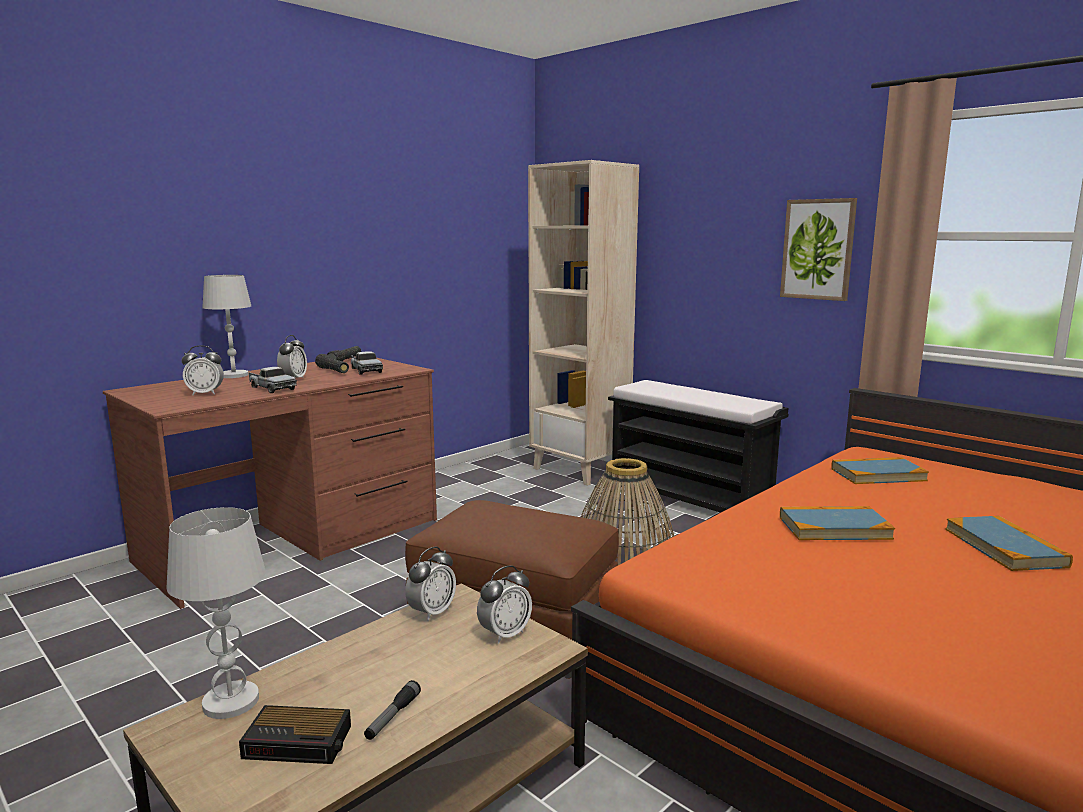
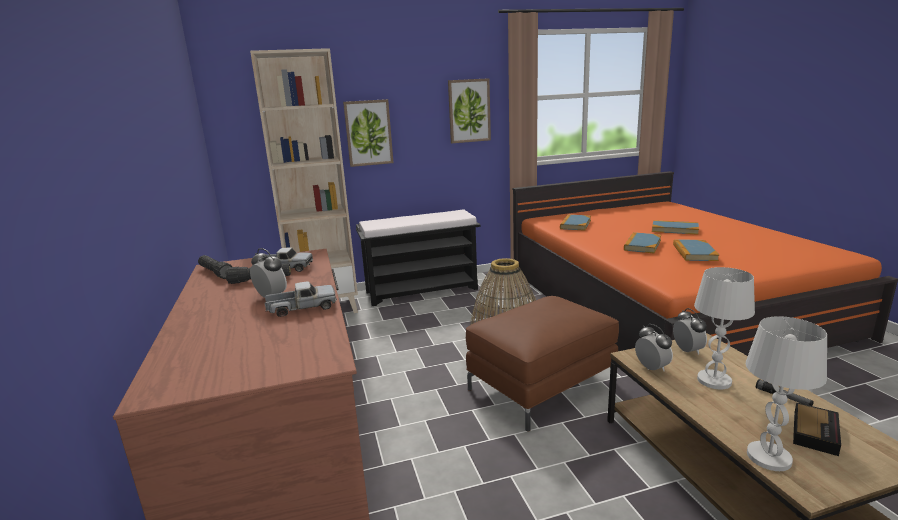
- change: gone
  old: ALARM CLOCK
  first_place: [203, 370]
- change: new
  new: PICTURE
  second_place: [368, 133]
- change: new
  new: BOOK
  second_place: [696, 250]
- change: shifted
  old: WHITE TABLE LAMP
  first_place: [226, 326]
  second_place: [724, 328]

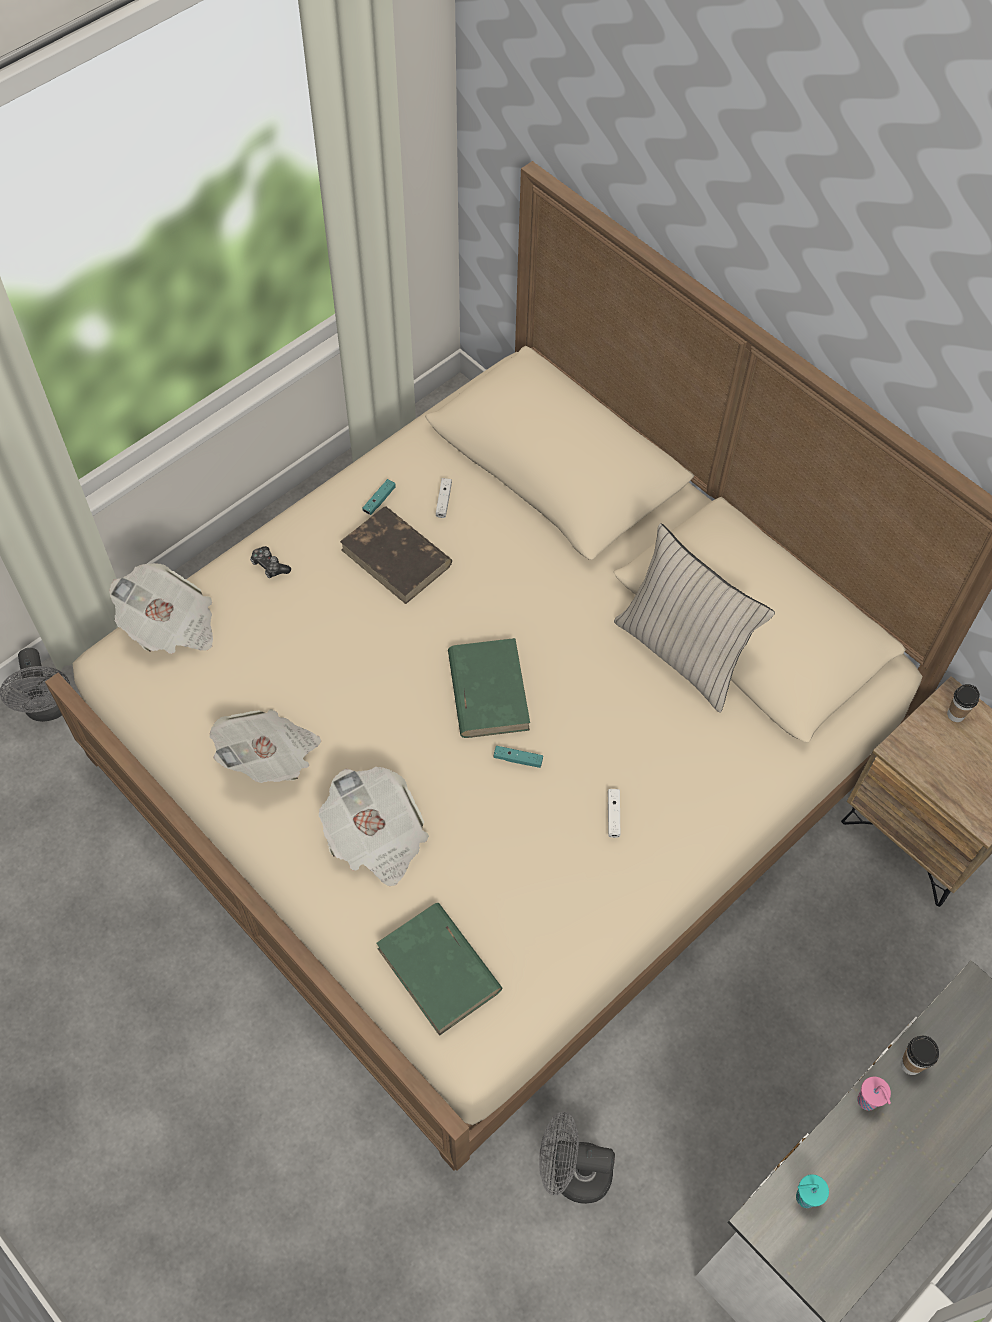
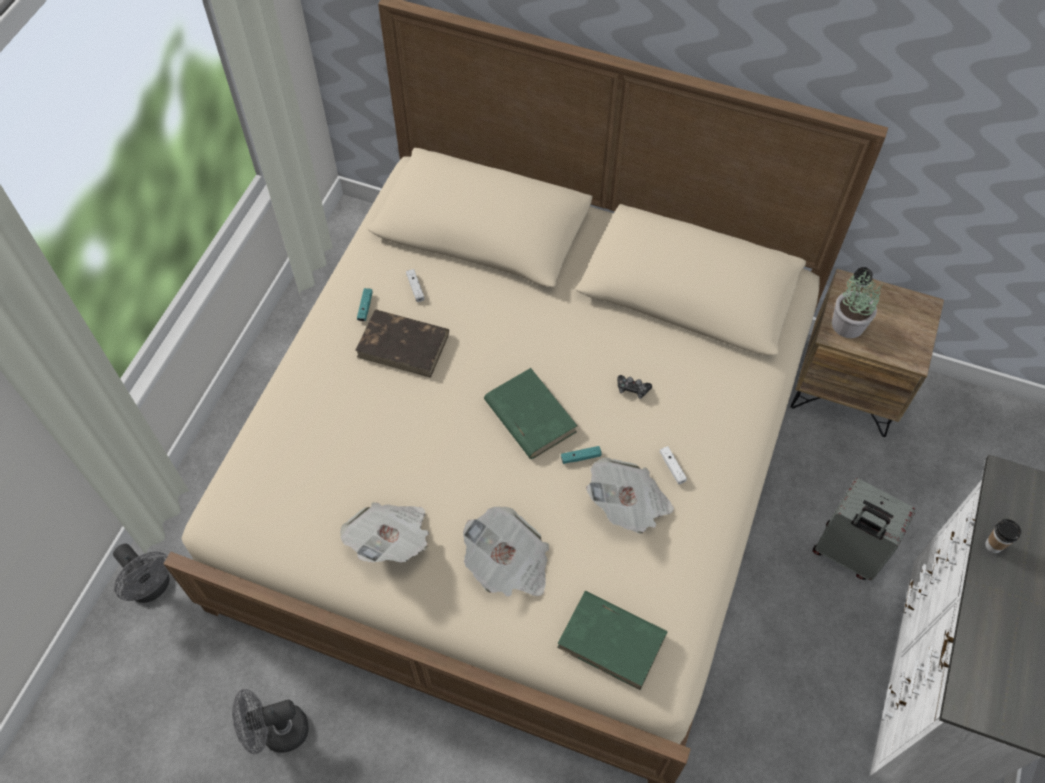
- change: gone
  old: BEIGE PILLOW
  first_place: [694, 617]
- change: gone
  old: TURQUOISE CUP
  first_place: [812, 1191]
- change: gone
  old: PINK CUP
  first_place: [874, 1094]
- change: new
  new: GREY SUITCASE
  second_place: [864, 529]
- change: new
  new: POTTED PLANT
  second_place: [857, 304]
- change: shifted
  old: NEWSPAPER
  first_place: [161, 608]
  second_place: [630, 495]
- change: shifted
  old: GAME CONTROLLER
  first_place: [270, 562]
  second_place: [634, 387]
- change: shifted
  old: GREY FAN
  first_place: [577, 1158]
  second_place: [270, 721]

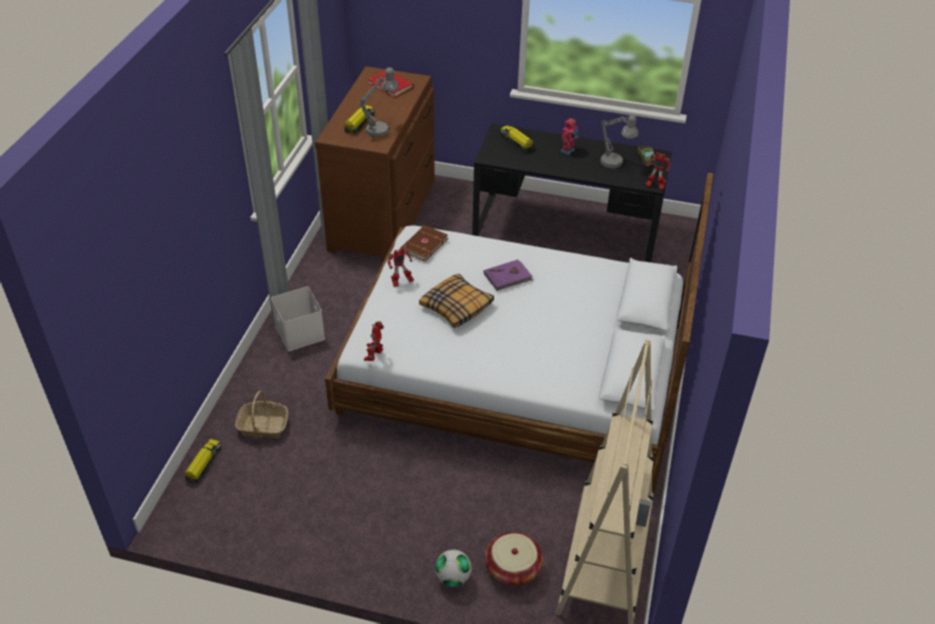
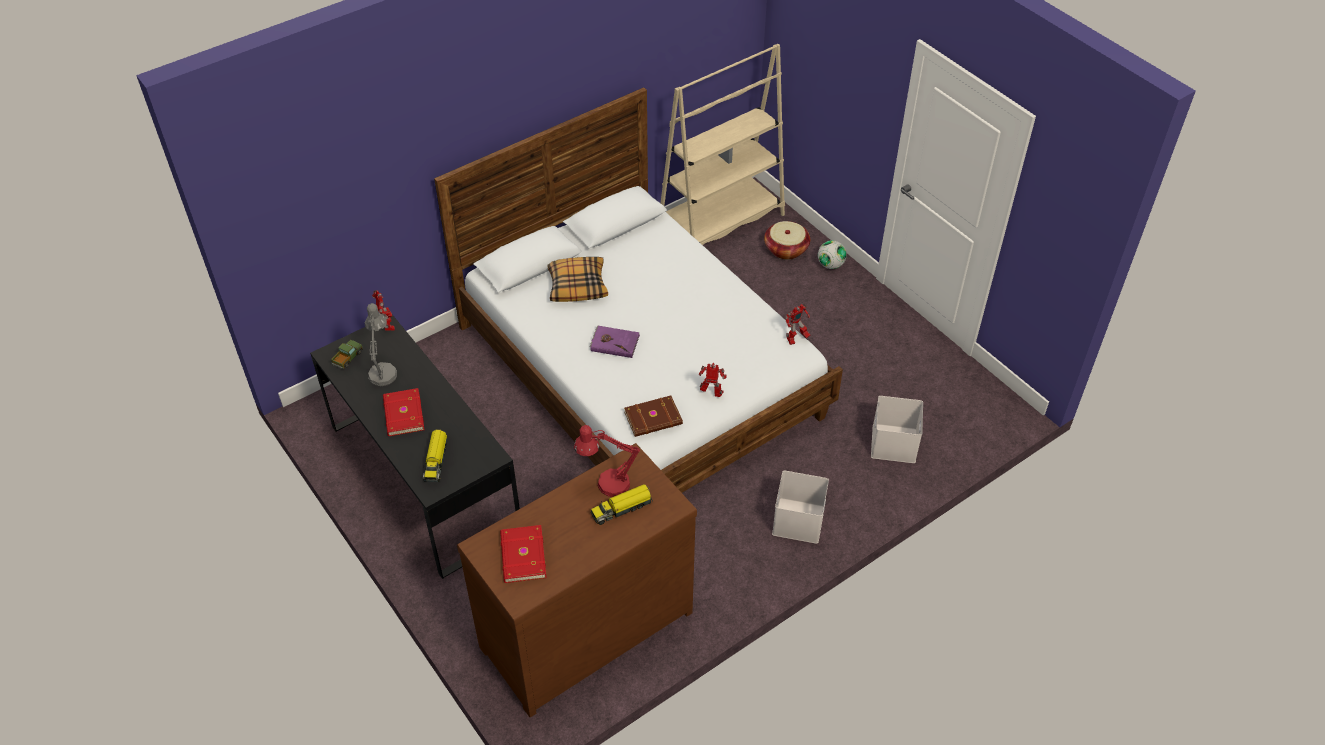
- change: gone
  old: TOY TRUCK
  first_place: [202, 461]
- change: shifted
  old: PILLOW
  first_place: [456, 301]
  second_place: [578, 279]
- change: swapped
  old: BASKET
  new: WHITE STORAGE BOX
  first_place: [261, 414]
  second_place: [897, 429]
- change: swapped
  old: TOY ROBOT
  new: RED BOOK
  first_place: [570, 136]
  second_place: [403, 412]
- change: repainted
  old: GREY TABLE LAMP
  new: RED TABLE LAMP
  first_place: [379, 102]
  second_place: [607, 461]

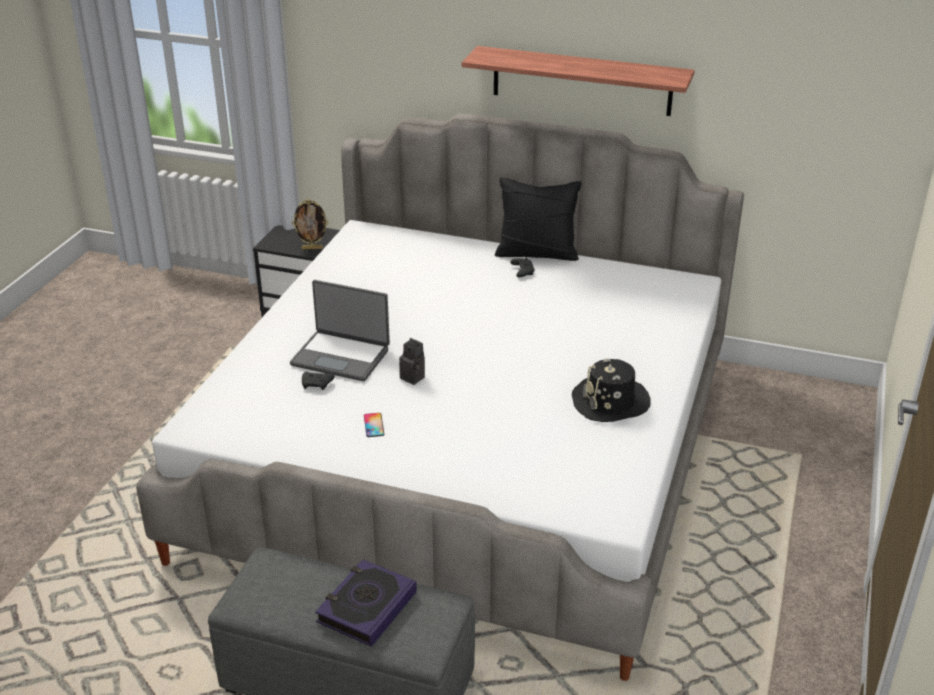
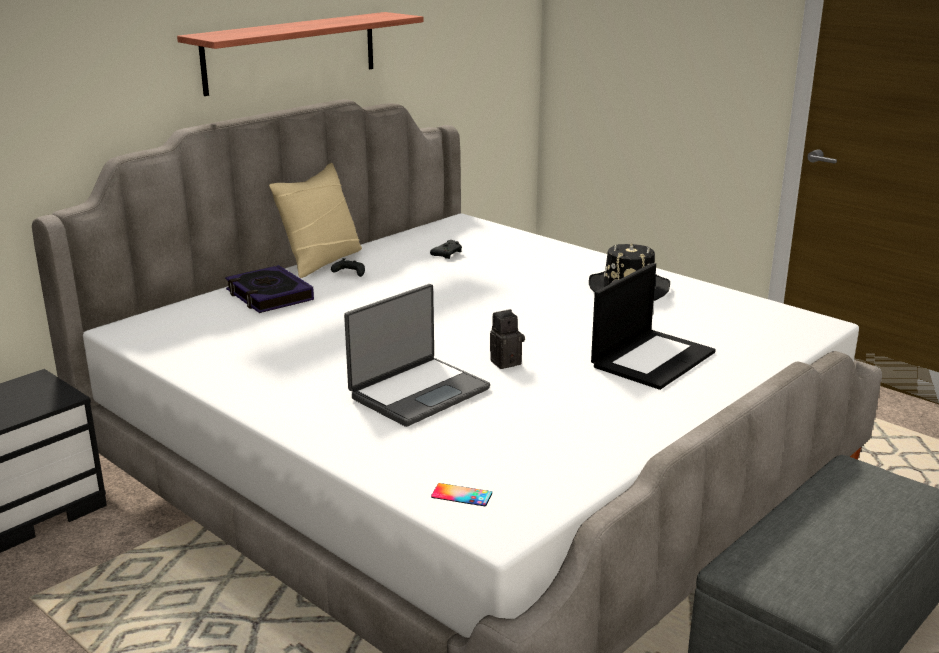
- change: gone
  old: PICTURE FRAME
  first_place: [310, 224]
- change: new
  new: LAPTOP
  second_place: [653, 326]
- change: shifted
  old: BLACK GAME CONTROLLER
  first_place: [318, 381]
  second_place: [446, 249]
- change: shifted
  old: BOOK
  first_place: [366, 603]
  second_place: [269, 289]
- change: shifted
  old: PHONE
  first_place: [374, 425]
  second_place: [461, 494]
- change: repainted
  old: BLACK PILLOW
  new: BEIGE PILLOW
  first_place: [538, 219]
  second_place: [315, 220]

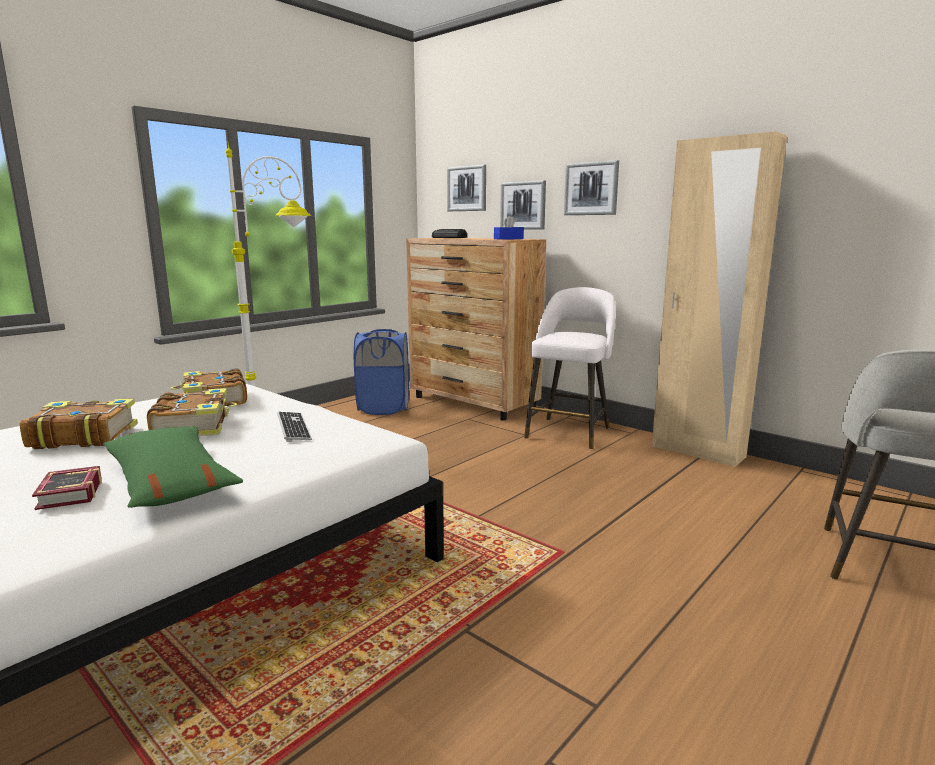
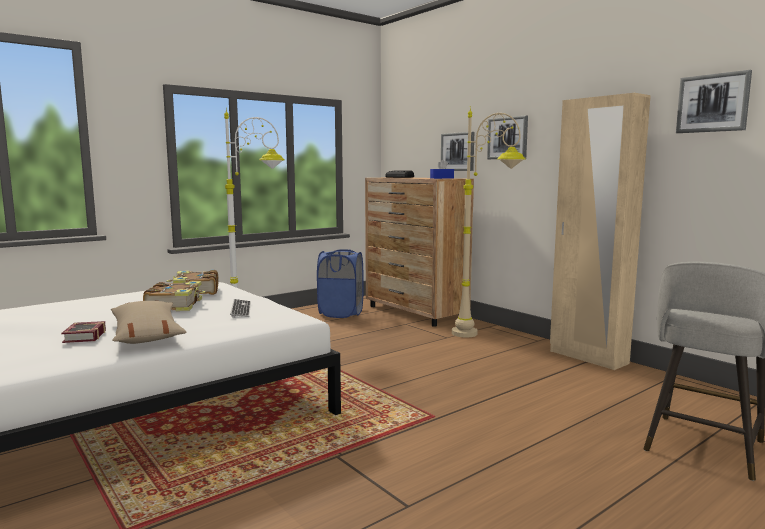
- change: gone
  old: BOOK
  first_place: [79, 424]
- change: shifted
  old: PICTURE
  first_place: [466, 188]
  second_place: [714, 101]
- change: swapped
  old: WHITE STOOL
  new: BEIGE FLOOR LAMP
  first_place: [569, 368]
  second_place: [489, 222]
- change: repainted
  old: GREEN PILLOW
  new: BEIGE PILLOW
  first_place: [173, 467]
  second_place: [148, 322]

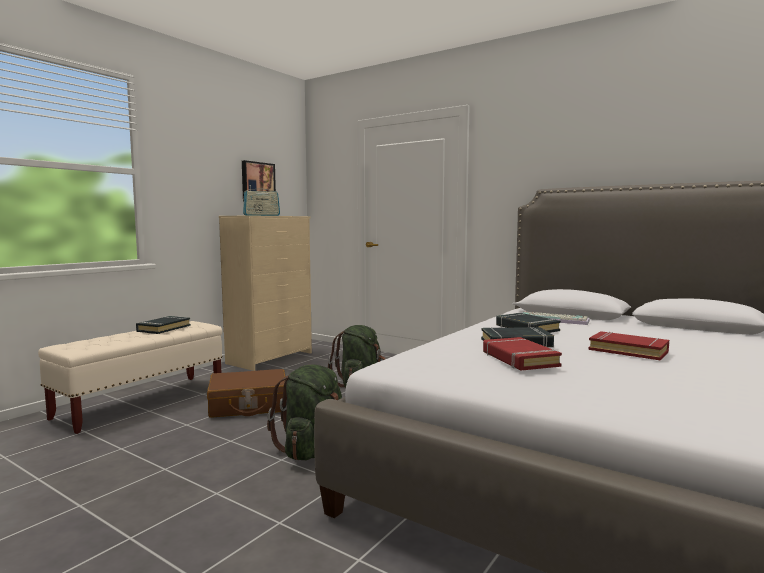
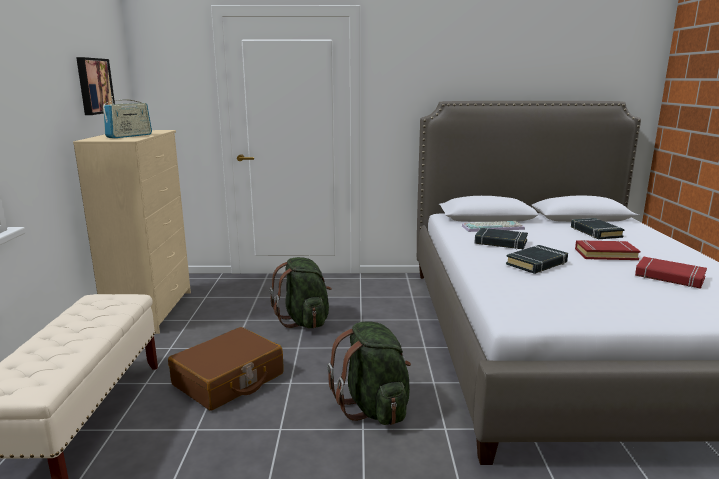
- change: shifted
  old: BLACK BOOK
  first_place: [163, 325]
  second_place: [598, 228]
- change: shifted
  old: RED BOOK
  first_place: [522, 353]
  second_place: [671, 273]

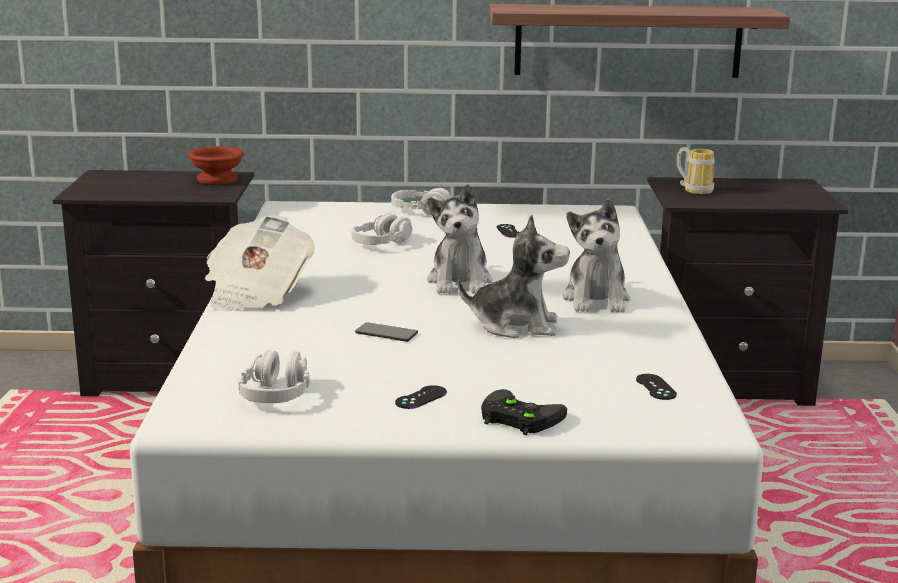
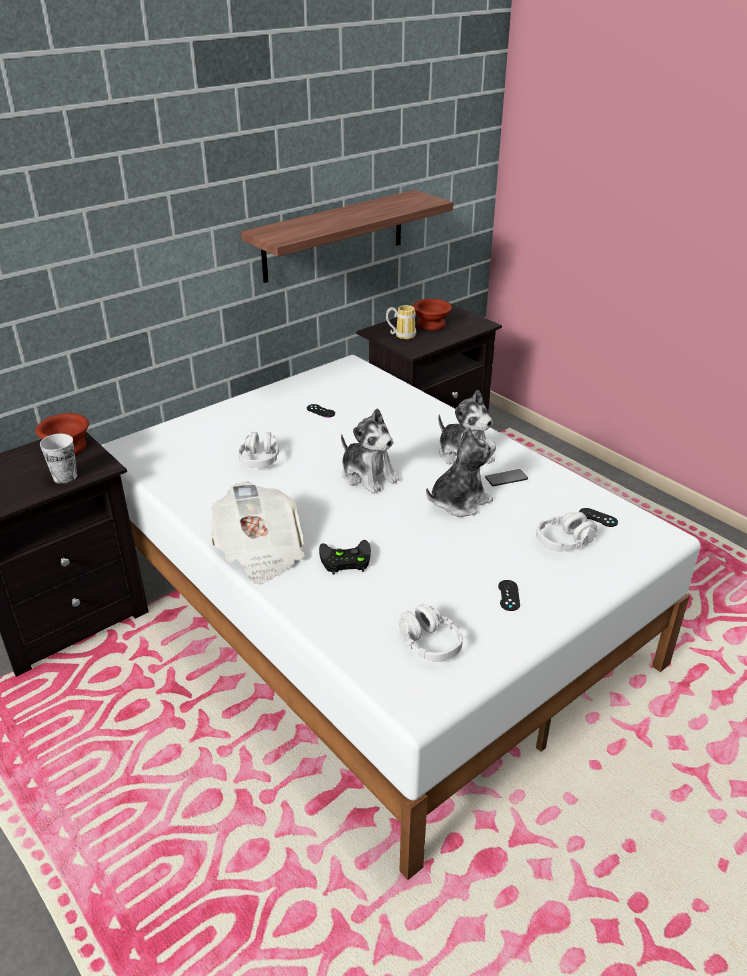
- change: new
  new: CUP
  second_place: [58, 459]
- change: new
  new: BROWN BOWL
  second_place: [432, 314]
- change: shifted
  old: PHONE
  first_place: [386, 332]
  second_place: [506, 477]
- change: shifted
  old: GREY HEADPHONES
  first_place: [421, 201]
  second_place: [566, 531]
- change: shifted
  old: BLACK GAME CONTROLLER
  first_place: [524, 412]
  second_place: [345, 557]

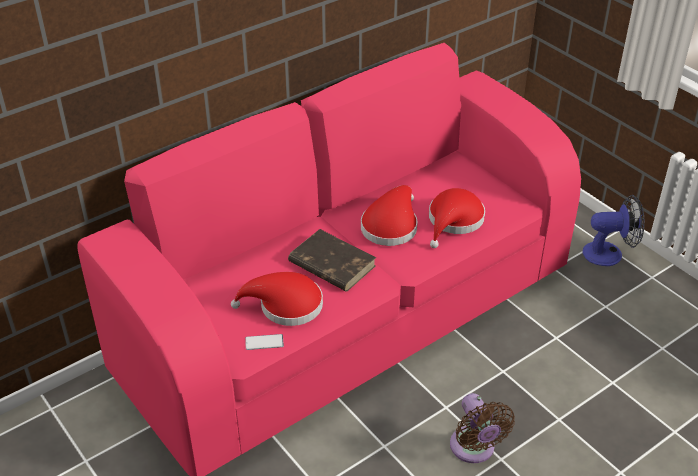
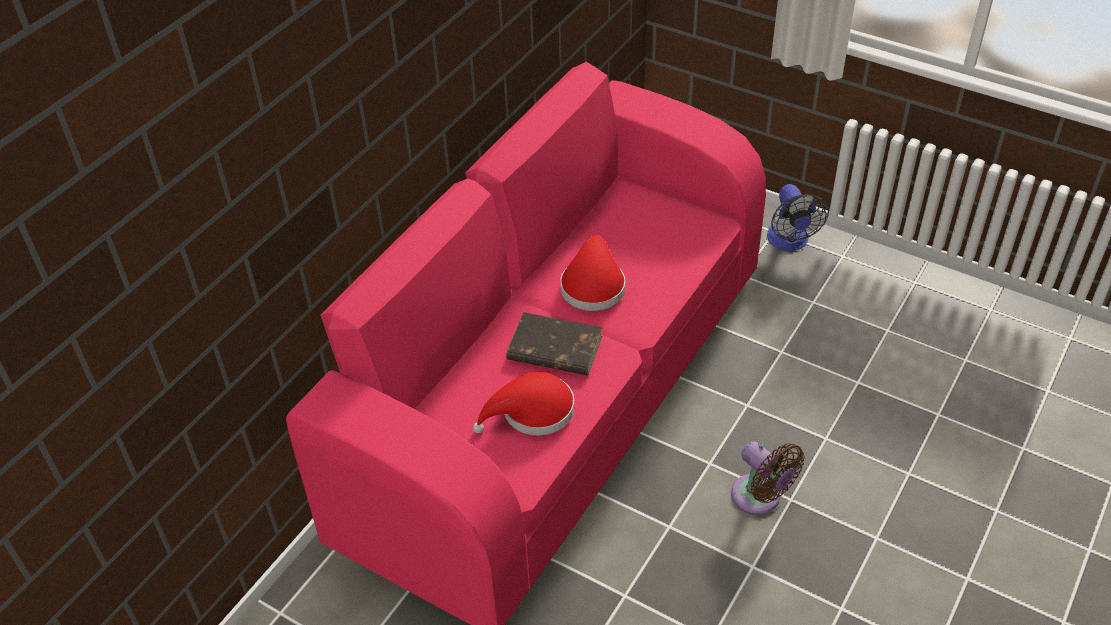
- change: gone
  old: PHONE
  first_place: [264, 342]
- change: gone
  old: RED HAT
  first_place: [457, 218]
- change: rotated
  old: FAN
  first_place: [614, 230]
  second_place: [798, 217]
  degrees: 105

